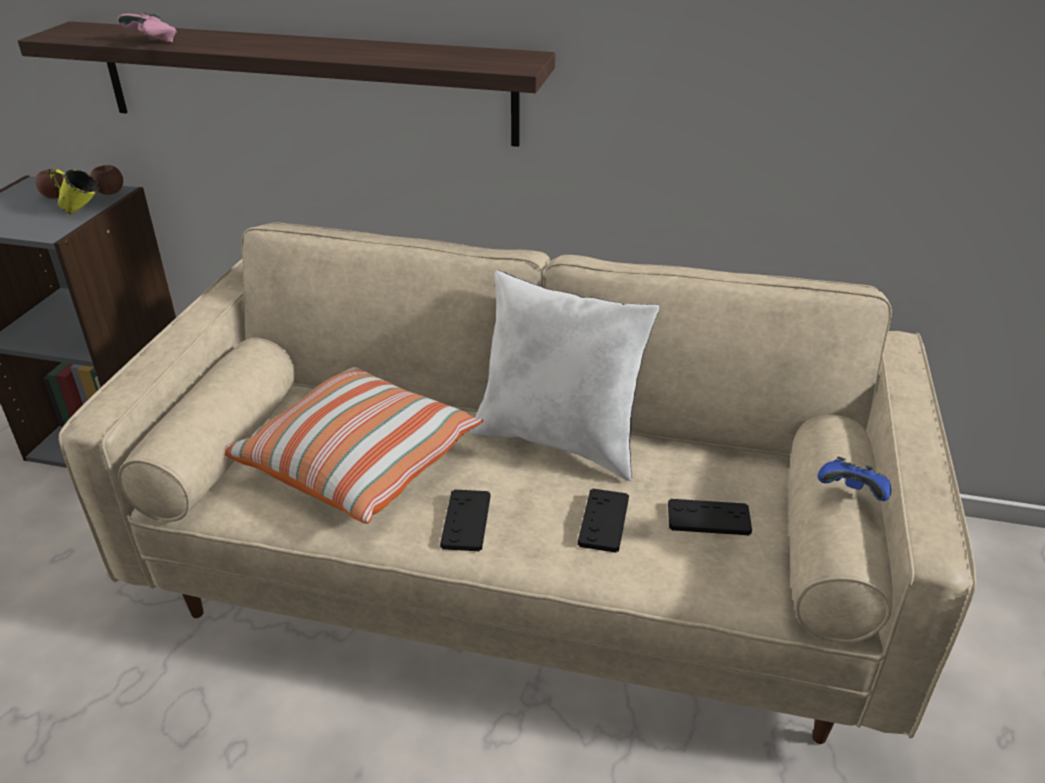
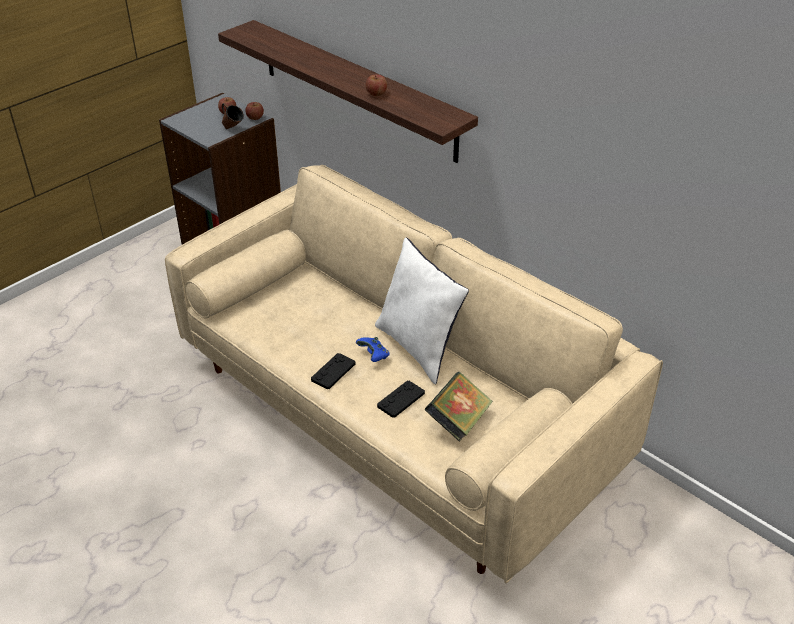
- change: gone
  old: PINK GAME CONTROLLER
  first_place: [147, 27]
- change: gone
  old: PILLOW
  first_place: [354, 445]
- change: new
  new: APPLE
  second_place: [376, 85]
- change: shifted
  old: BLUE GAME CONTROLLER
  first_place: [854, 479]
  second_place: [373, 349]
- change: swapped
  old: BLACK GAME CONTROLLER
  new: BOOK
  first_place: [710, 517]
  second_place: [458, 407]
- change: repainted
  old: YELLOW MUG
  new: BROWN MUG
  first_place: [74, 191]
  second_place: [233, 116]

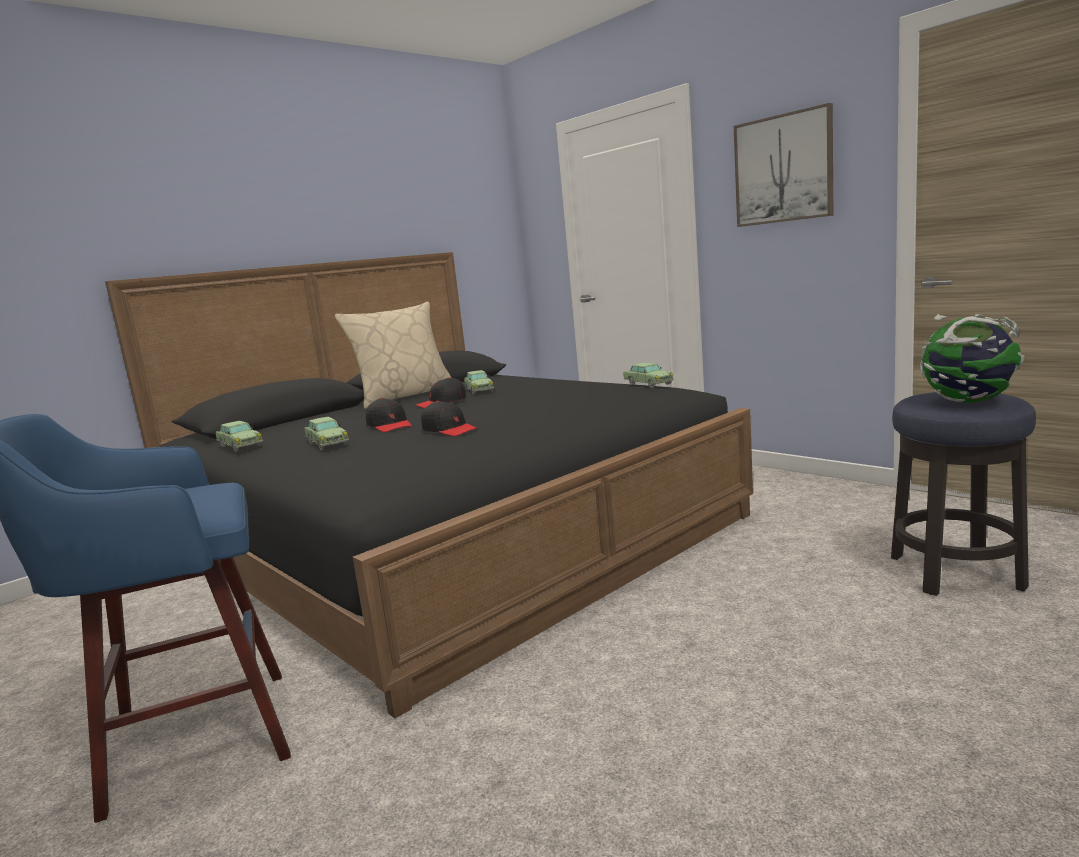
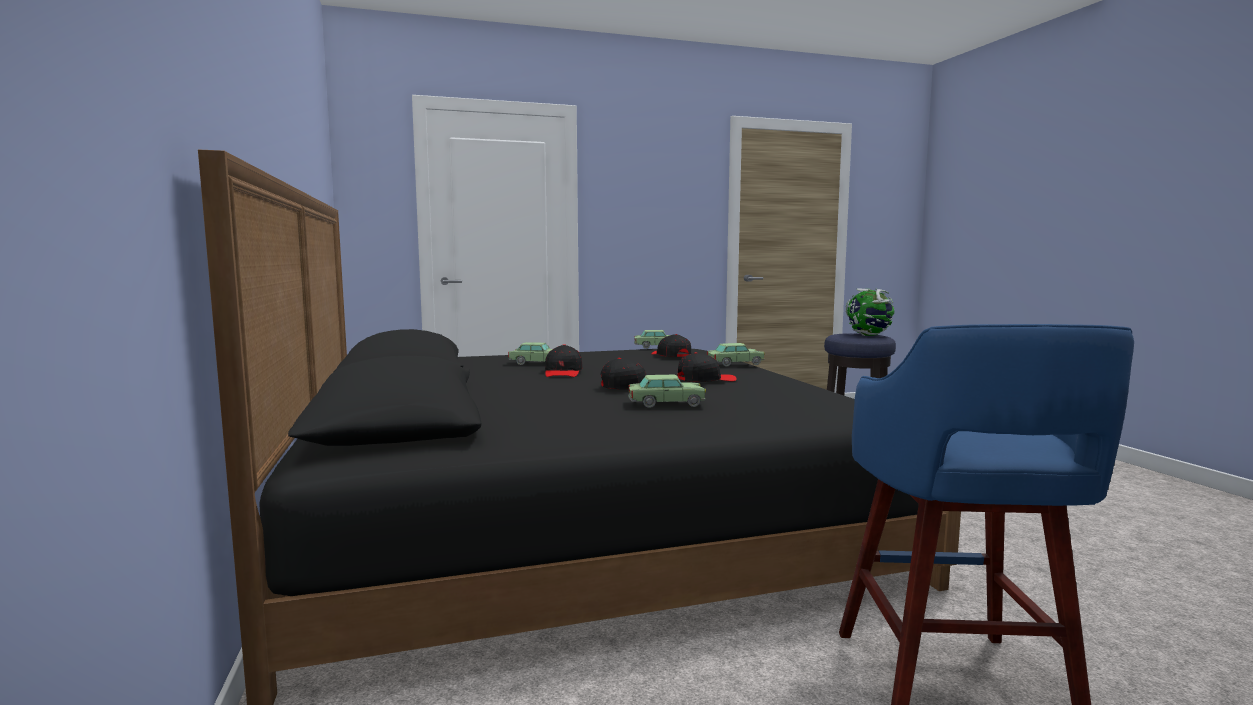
- change: gone
  old: BEIGE PILLOW
  first_place: [393, 355]
- change: gone
  old: PICTURE
  first_place: [783, 165]
- change: new
  new: BLACK CAP
  second_place: [671, 345]
- change: shifted
  old: TOY CAR
  first_place: [239, 436]
  second_place: [736, 355]

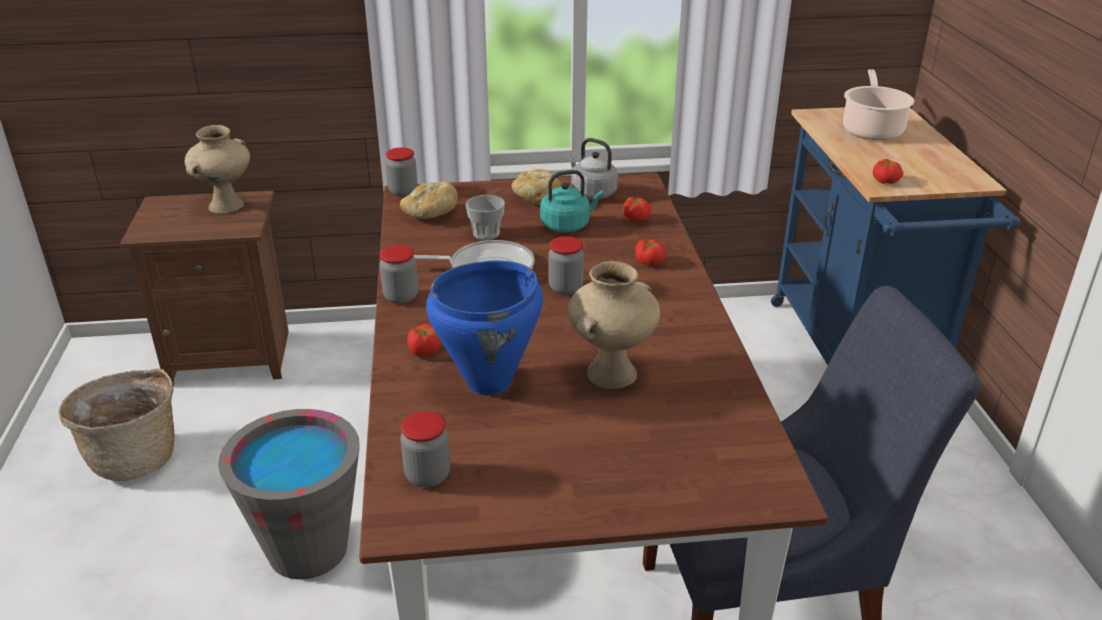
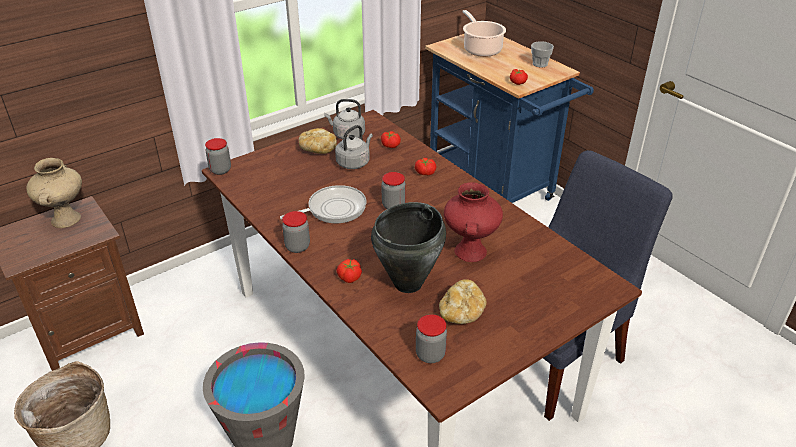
- change: shifted
  old: BREAD
  first_place: [428, 200]
  second_place: [463, 301]
- change: shifted
  old: CUP
  first_place: [485, 217]
  second_place: [542, 54]
- change: repainted
  old: BLUE COOKING POT
  new: BLACK COOKING POT
  first_place: [484, 328]
  second_place: [408, 247]
- change: repainted
  old: TURQUOISE KETTLE
  new: GREY KETTLE
  first_place: [572, 201]
  second_place: [354, 147]
- change: repainted
  old: BEIGE VASE
  new: RED VASE
  first_place: [614, 325]
  second_place: [473, 222]

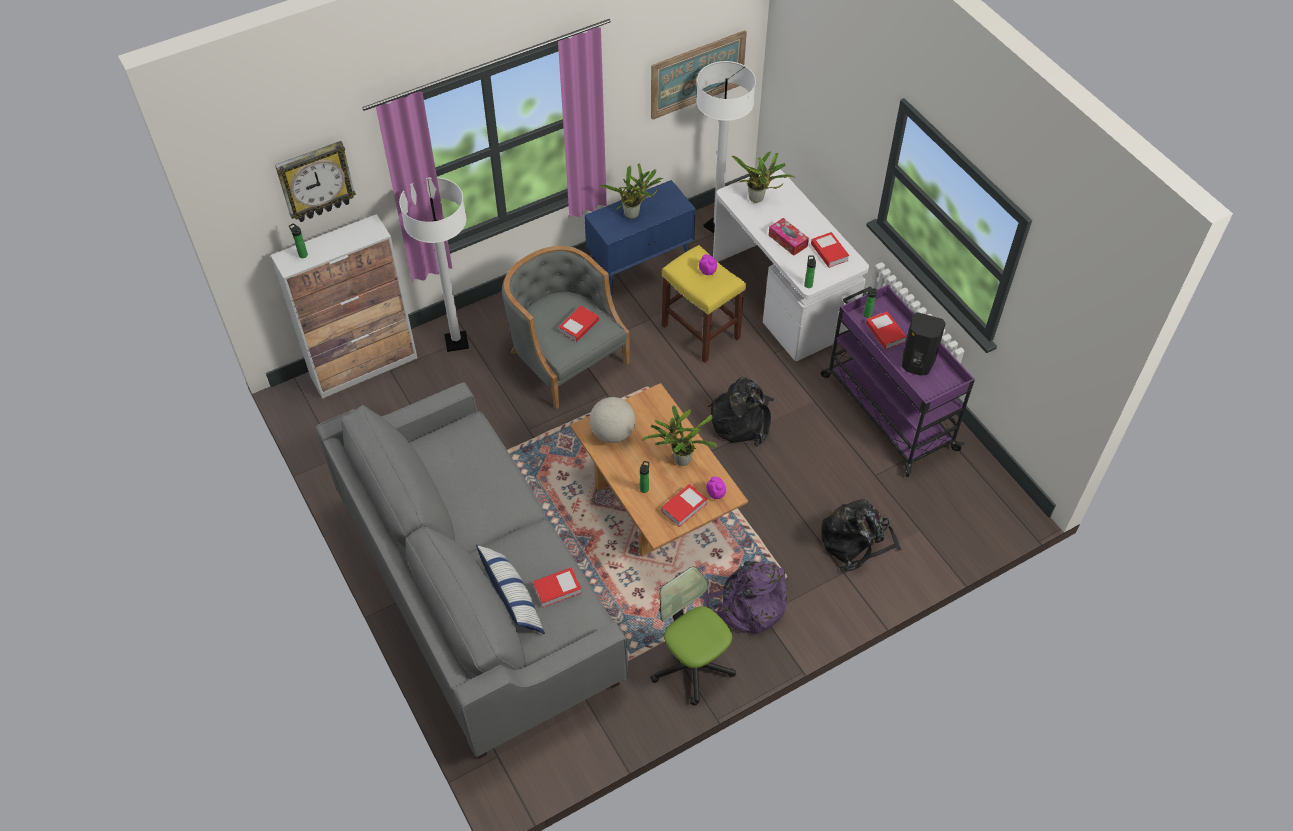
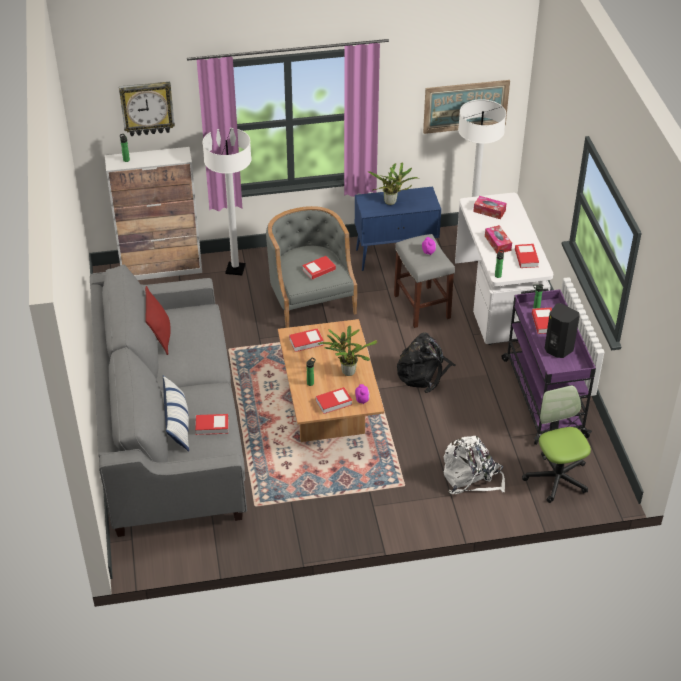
- change: gone
  old: PURPLE BACKPACK
  first_place: [745, 598]
- change: new
  new: RED PILLOW
  second_place: [158, 320]
- change: shifted
  old: OFFICE CHAIR
  first_place: [693, 636]
  second_place: [556, 444]
- change: swapped
  old: GLOBE
  new: BOOK
  first_place: [613, 420]
  second_place: [306, 340]
- change: swapped
  old: POTTED PLANT
  new: TISSUE BOX
  first_place: [761, 177]
  second_place: [490, 207]
- change: repainted
  old: YELLOW STOOL
  new: GREY STOOL
  first_place: [704, 304]
  second_place: [424, 281]
- change: repainted
  old: BLACK BACKPACK
  new: WHITE BACKPACK
  first_place: [861, 535]
  second_place: [474, 465]

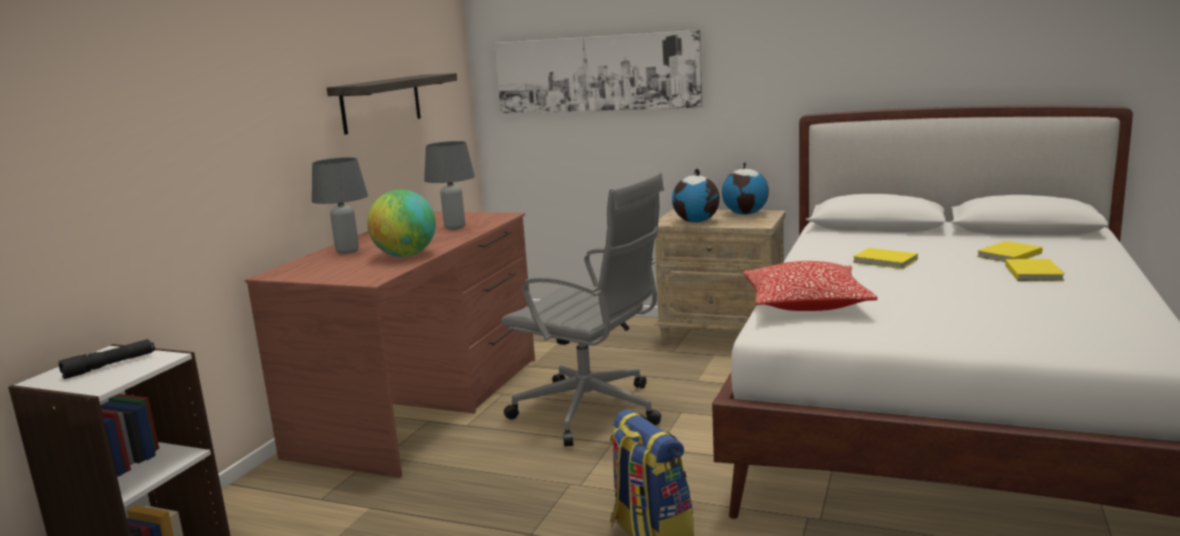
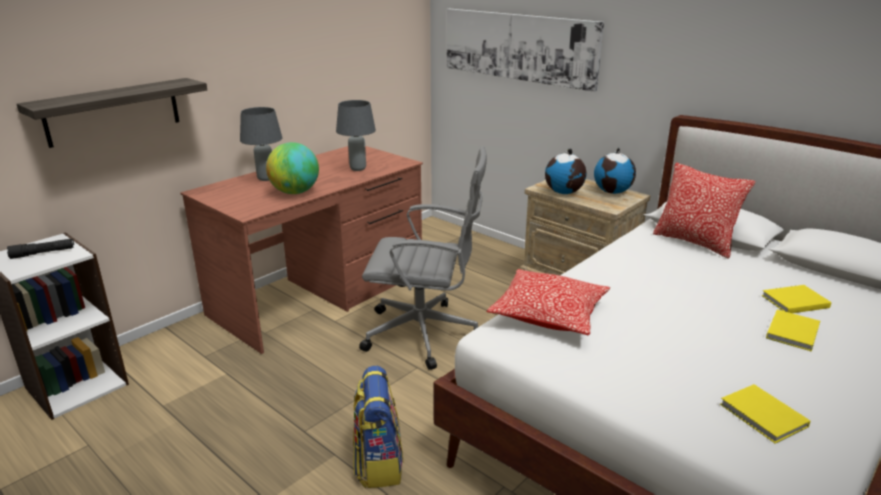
- change: new
  new: PILLOW
  second_place: [704, 211]
- change: shifted
  old: SHELF
  first_place: [392, 104]
  second_place: [112, 113]
- change: shifted
  old: YELLOW BOOK
  first_place: [885, 258]
  second_place: [765, 414]
- change: rotated
  old: GREY OFFICE CHAIR
  first_place: [582, 309]
  second_place: [423, 258]
  degrees: -45

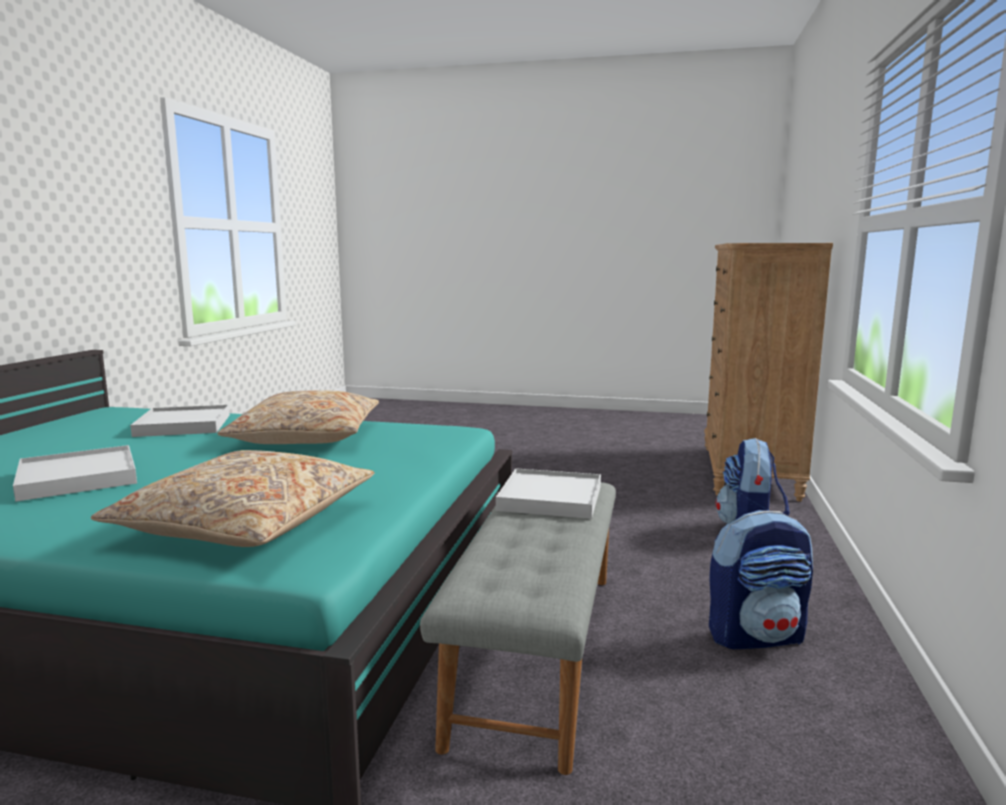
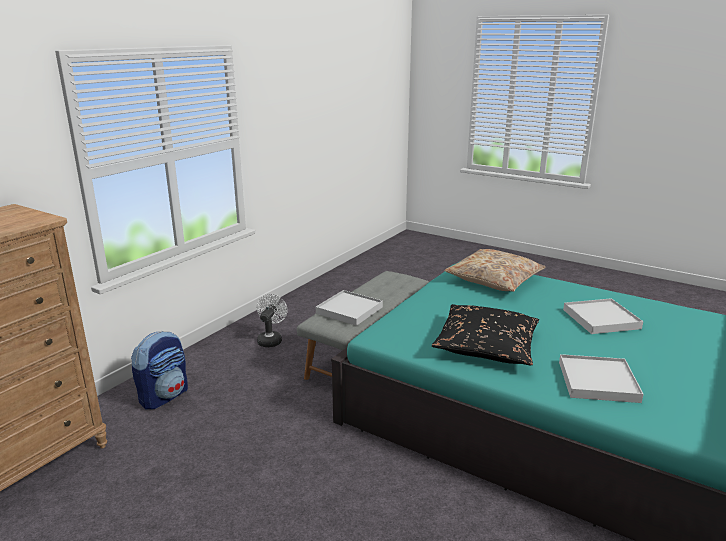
- change: swapped
  old: BACKPACK
  new: WHITE FAN
  first_place: [761, 579]
  second_place: [272, 320]
- change: repainted
  old: BEIGE PILLOW
  new: BLACK PILLOW
  first_place: [298, 417]
  second_place: [485, 335]

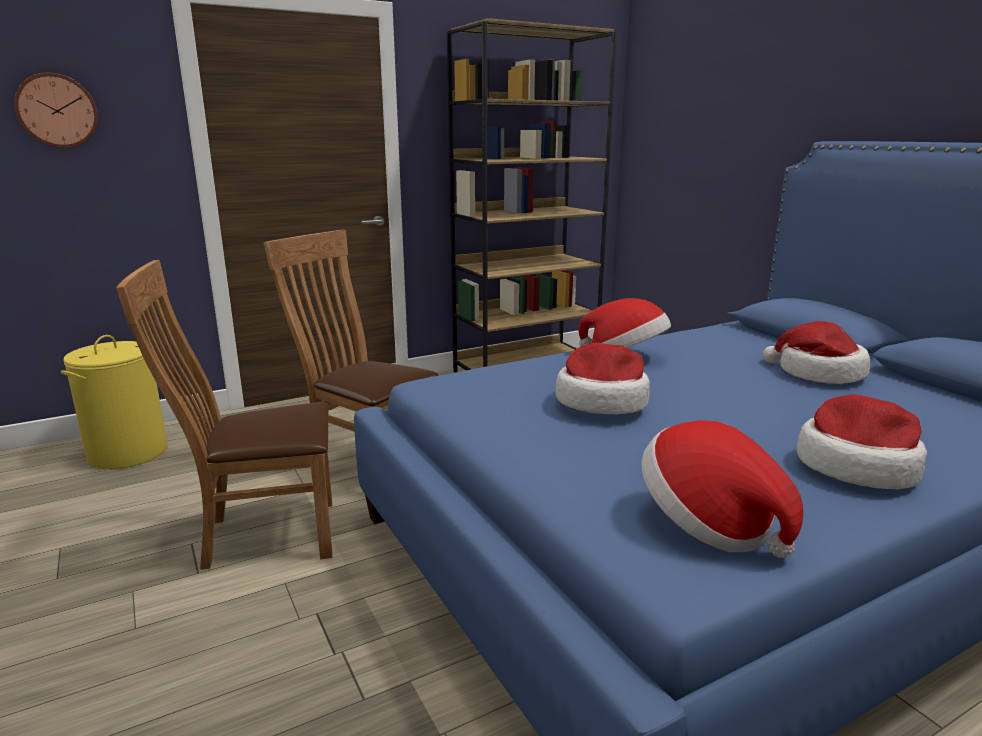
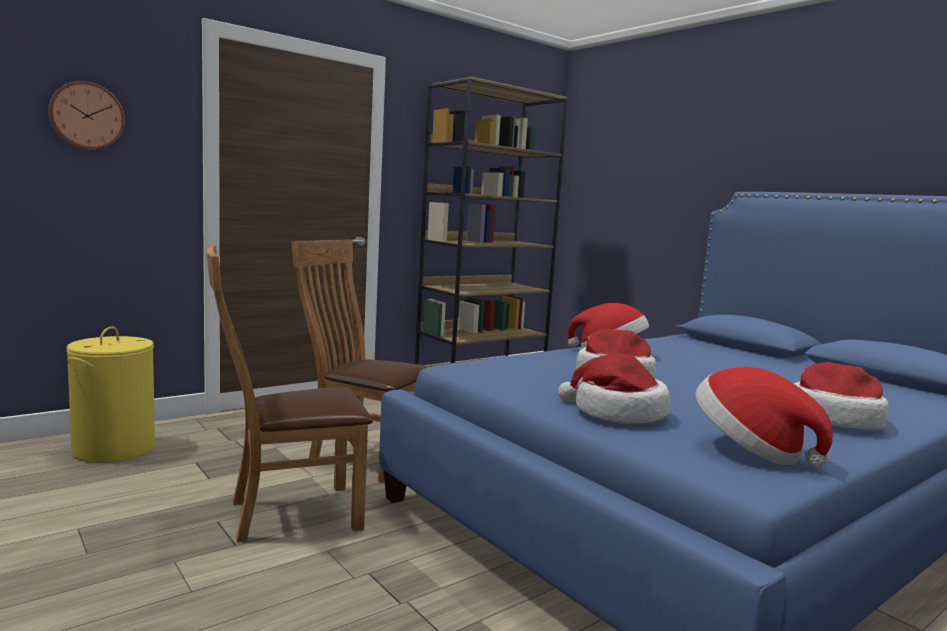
- change: shifted
  old: HAT
  first_place: [816, 352]
  second_place: [614, 388]

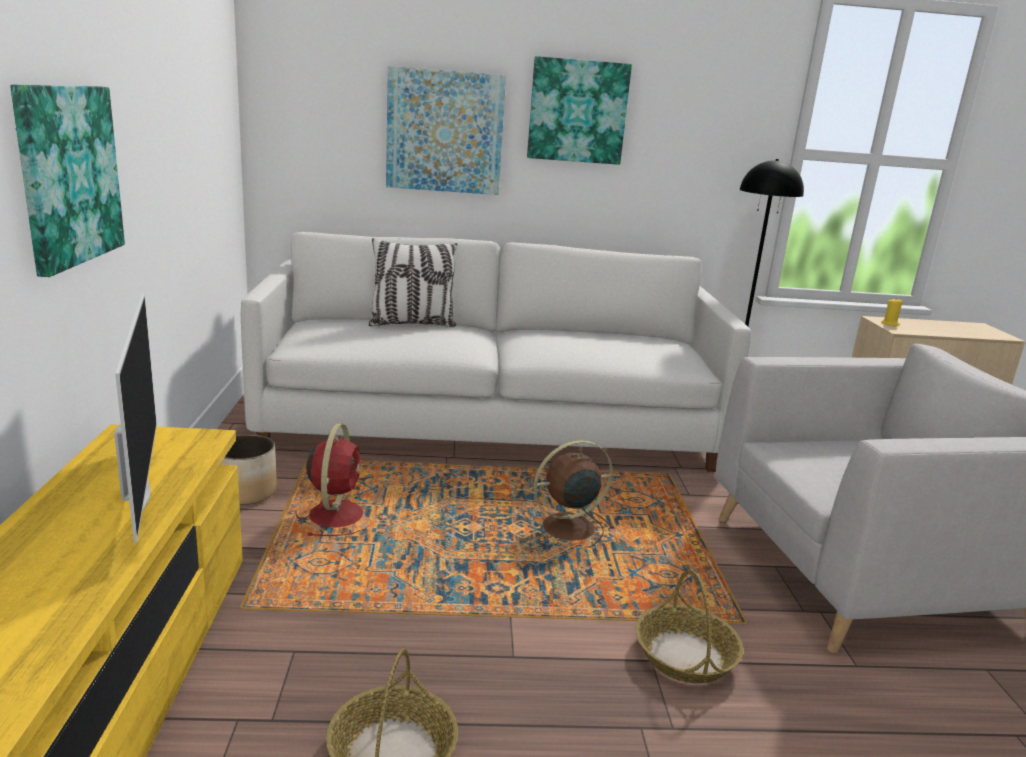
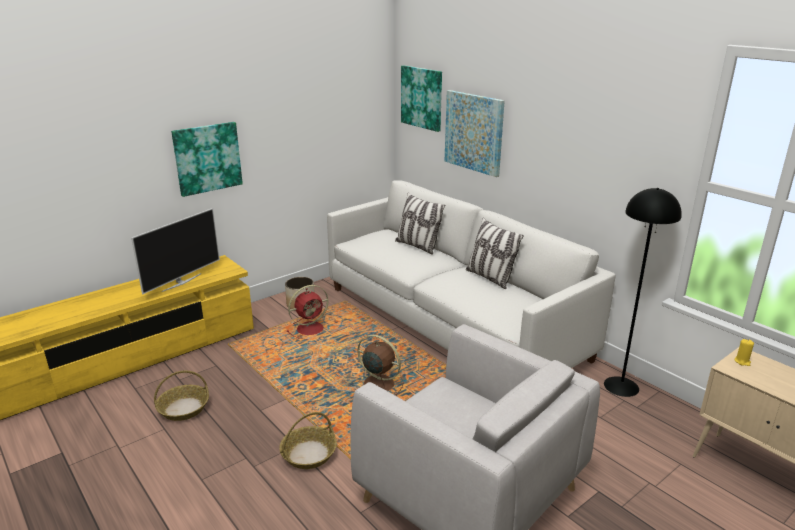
- change: new
  new: PILLOW
  second_place: [495, 253]
- change: shifted
  old: PICTURE
  first_place: [579, 110]
  second_place: [421, 98]

